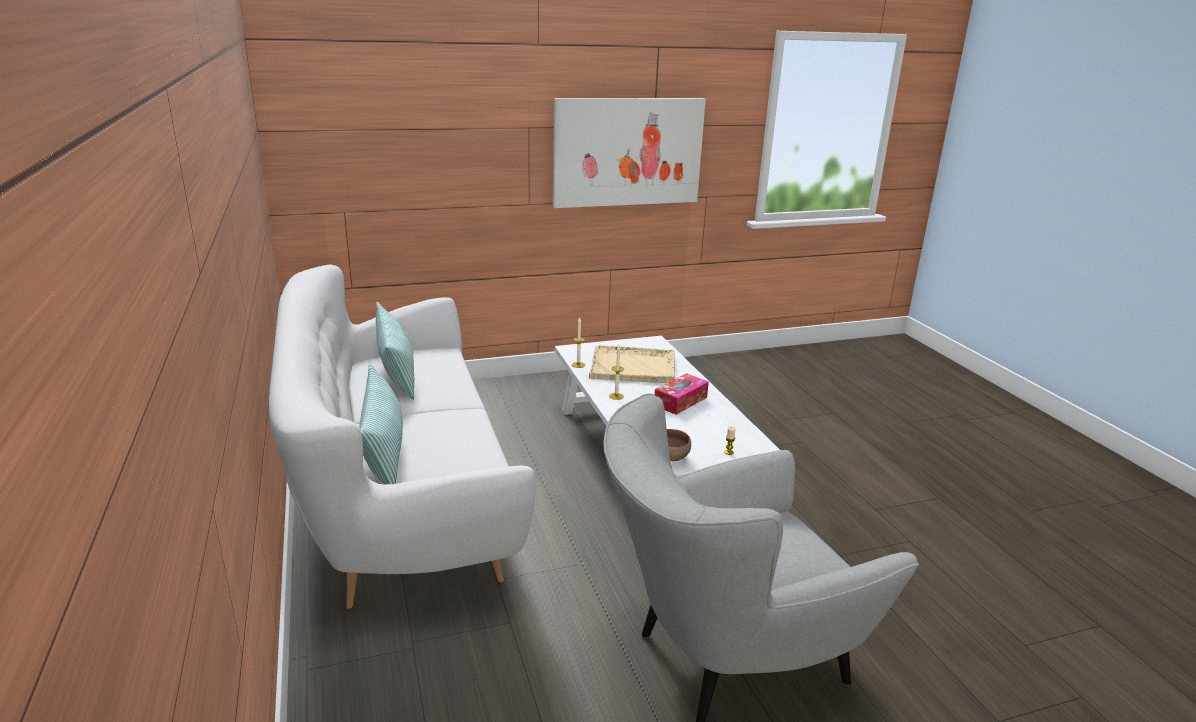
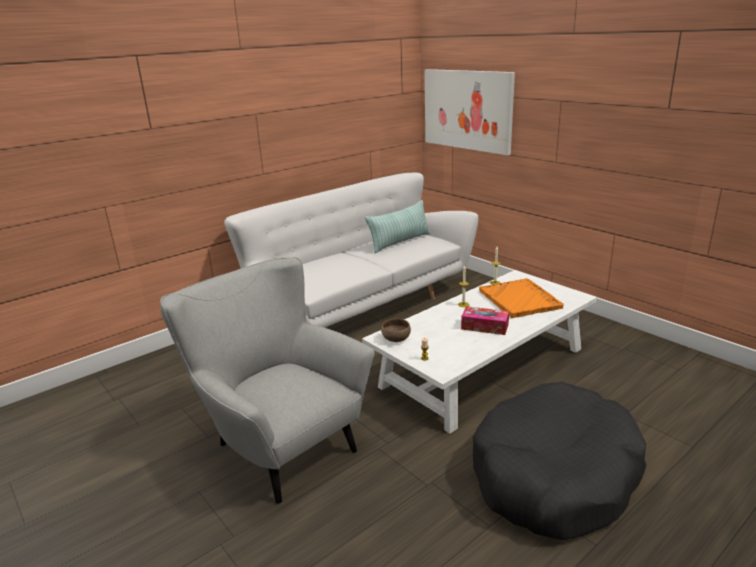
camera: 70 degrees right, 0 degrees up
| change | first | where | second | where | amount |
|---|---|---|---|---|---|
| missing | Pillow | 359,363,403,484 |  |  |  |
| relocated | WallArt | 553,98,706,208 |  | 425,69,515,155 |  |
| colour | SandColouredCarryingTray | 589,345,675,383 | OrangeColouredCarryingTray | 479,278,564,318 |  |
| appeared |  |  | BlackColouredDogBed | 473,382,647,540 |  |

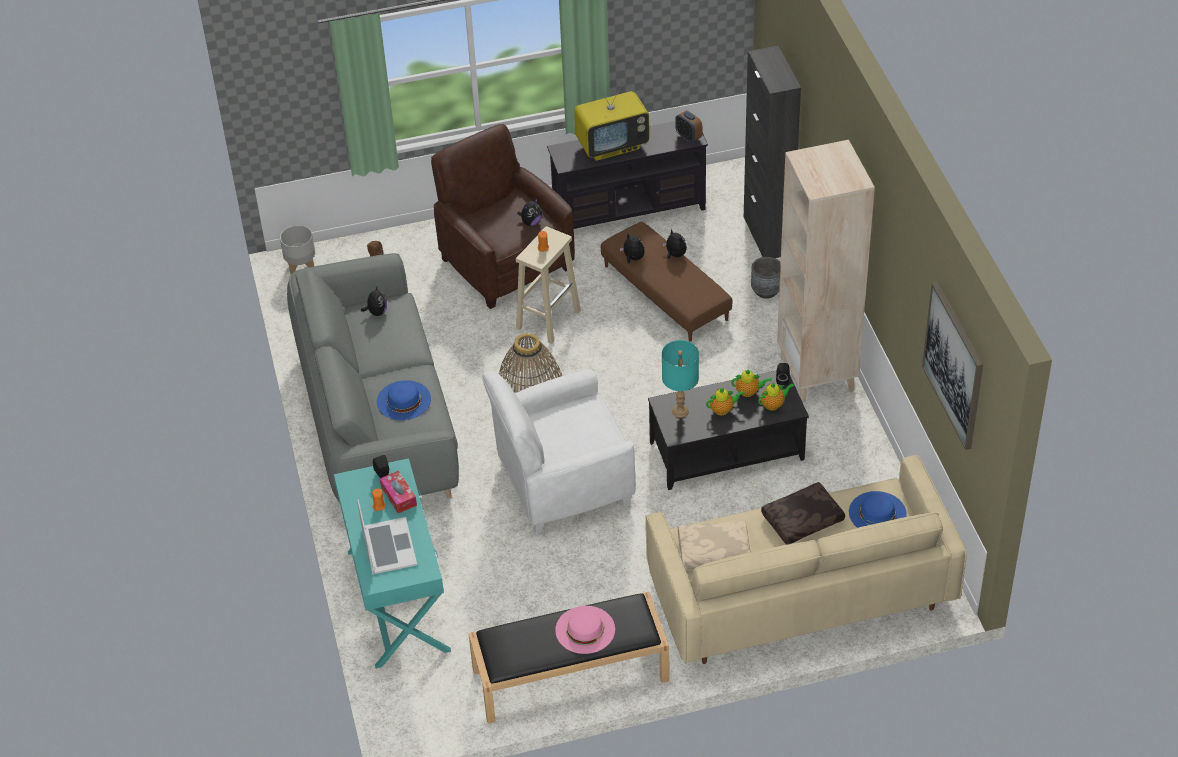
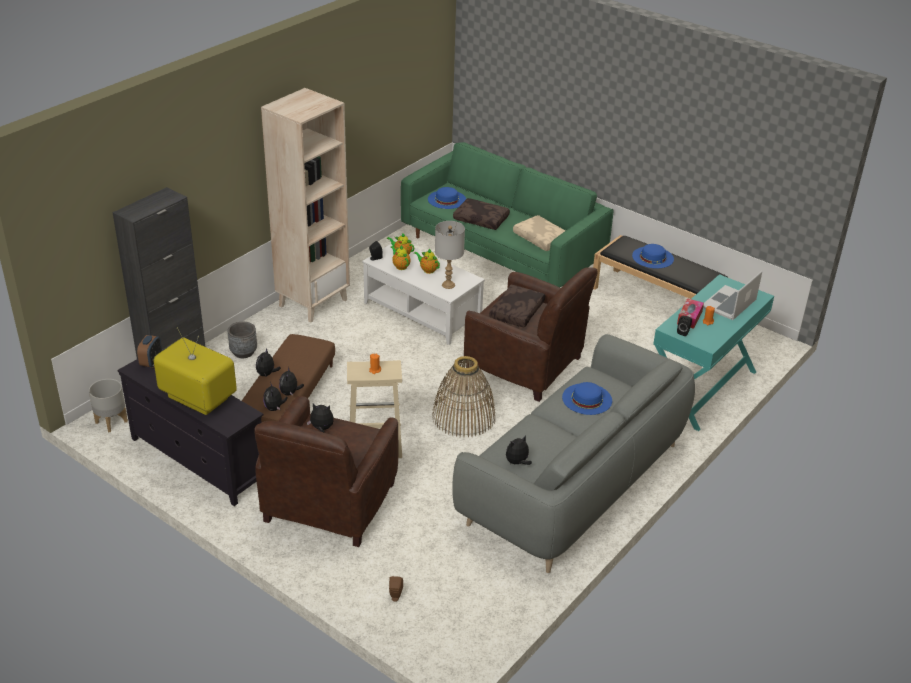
camera: 130 degrees left, 10 degrees down
| change | first | where | second | where | amount |
|---|---|---|---|---|---|
| relocated | GreyPlantPot | 280,225,315,274 |  | 89,379,128,432 |  |
| colour | WhiteColouredLoungeChair | 482,370,635,534 | BrownLoungeChair | 464,267,598,402 |  |
| colour | PinkColouredHat | 555,606,615,654 | BluishHat | 632,244,674,268 |  |
| colour | SandColouredSettee | 645,455,967,664 | GreenColouredSettee | 401,142,614,287 |  |
| colour | BlackColouredLoungeTable | 648,370,809,490 | WhiteColouredLoungeTable | 362,240,485,345 |  |
| colour | TurquoiseColouredLampForATable | 662,340,699,418 | GreyLampForATable | 435,221,465,289 |  |
| missing | WallArt | 922,282,983,450 |  |  |  |
| appeared |  |  | SoftToy | 263,384,288,411 |  |
| appeared |  |  | BrownPillow | 489,285,545,327 |  |

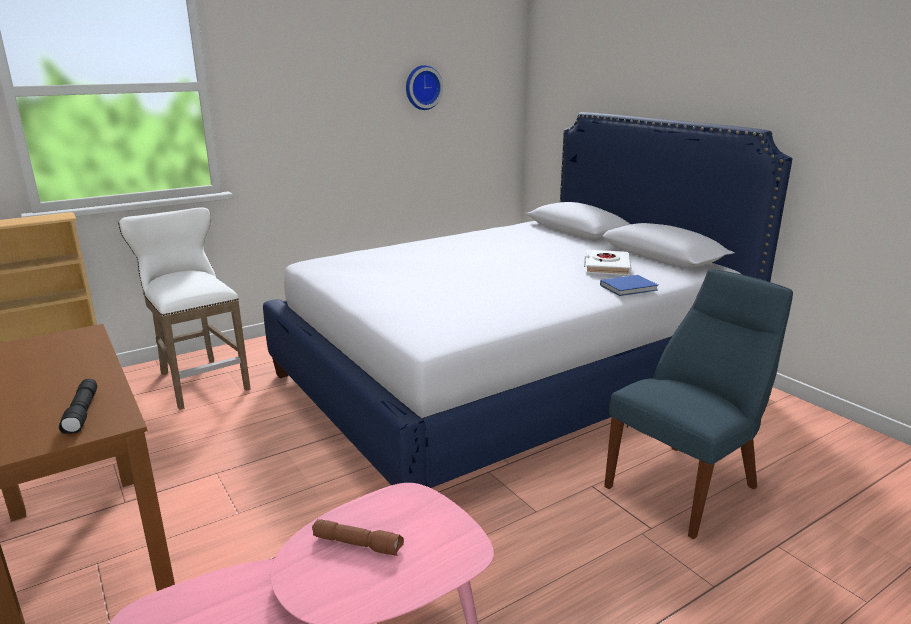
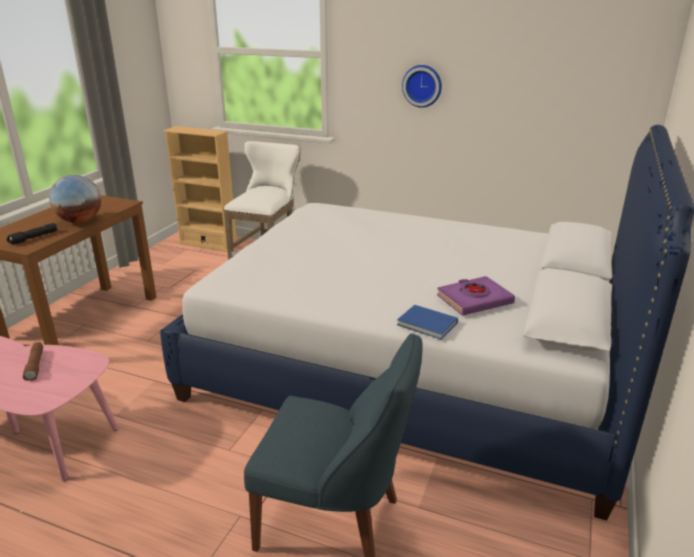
camera: 55 degrees right, 5 degrees up
| change | first | where | second | where | amount |
|---|---|---|---|---|---|
| relocated | ClockOnTheWall | 406,65,443,110 |  | 402,65,442,108 |  |
| colour | WhiteColouredBoundBook | 584,249,631,275 | PurpleBoundBook | 437,276,515,316 |  |
| appeared |  |  | Globe | 49,175,101,223 |  |

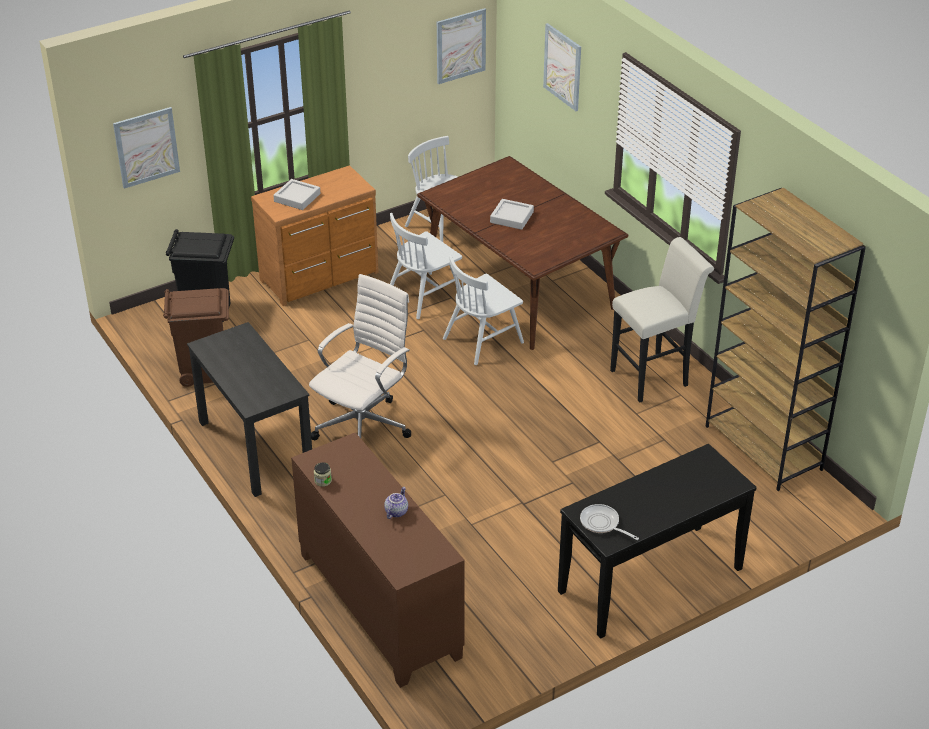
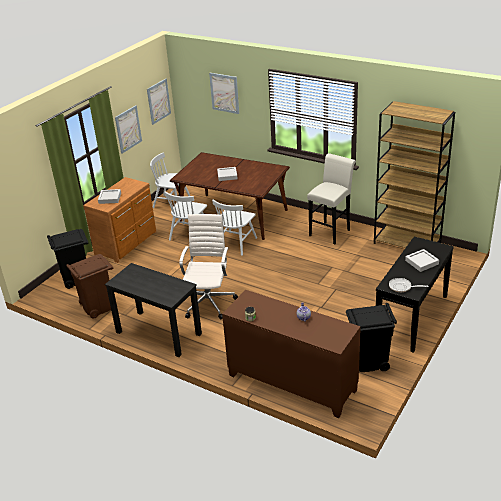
camera: 25 degrees left, 5 degrees down
| change | first | where | second | where | amount |
|---|---|---|---|---|---|
| relocated | WallArt | 113,107,180,189 |  | 115,105,142,154 |  |
| appeared |  |  | BlackColouredWasteBin | 346,303,397,372 |  |
| appeared |  |  | GreyCarryingTray | 405,249,439,272 |  |

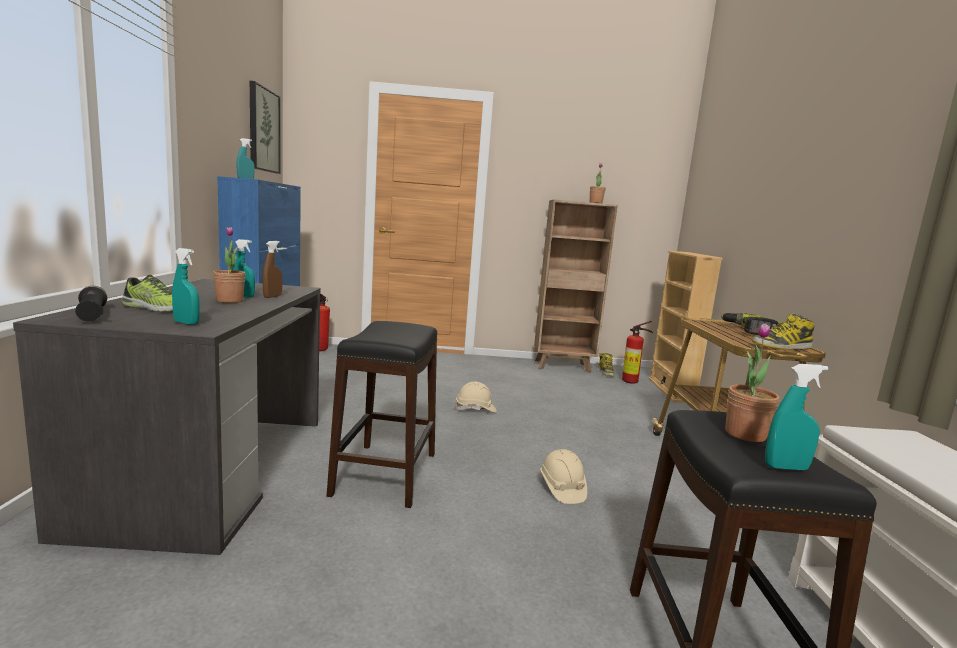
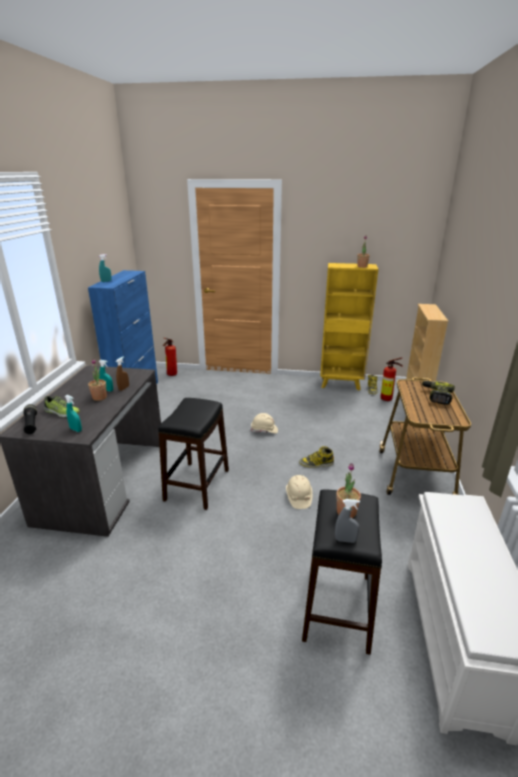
camera: 10 degrees right, 15 degrees up
| change | first | where | second | where | amount |
|---|---|---|---|---|---|
| missing | WallArt | 250,81,280,174 |  |  |  |
| colour | BrownBookcase | 534,200,618,373 | YellowBookcase | 320,263,378,390 |  |
| relocated | Boot | 752,313,814,349 |  | 299,446,334,468 |  |
| colour | TurquoiseColouredHandSprayer | 765,364,828,470 | GreyHandSprayer | 335,499,360,543 |  |

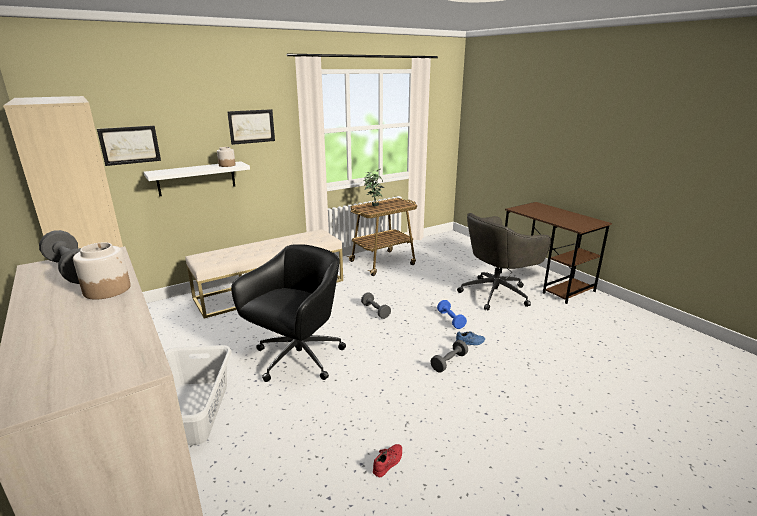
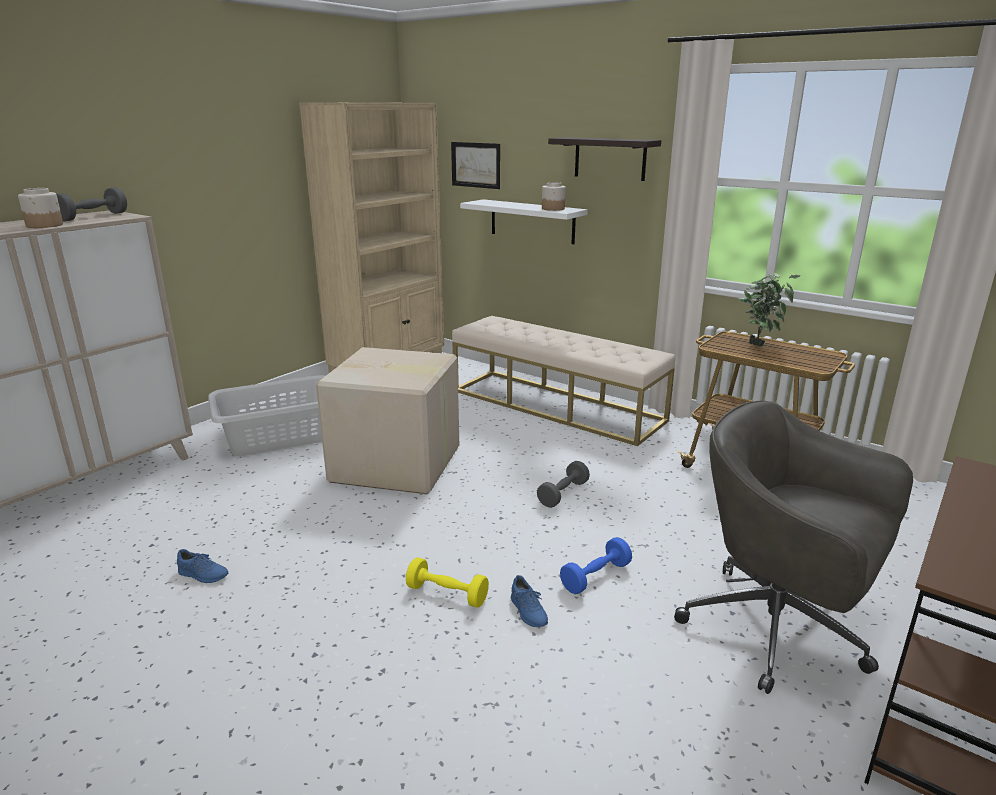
camera: 70 degrees right, 0 degrees up
| change | first | where | second | where | amount |
|---|---|---|---|---|---|
| exchanged | WallArt | 227,109,275,145 | WallShelf | 548,137,661,181 |  |
| exchanged | BlackColouredOfficeChair | 231,244,346,382 | CardboardBox | 316,347,459,494 |  |
| colour | RedLowShoe | 373,444,402,477 | BluishLowShoe | 177,549,228,583 |  |
| colour | GreyDumbbell | 430,340,468,373 | YellowDumbbell | 406,557,489,608 |  |

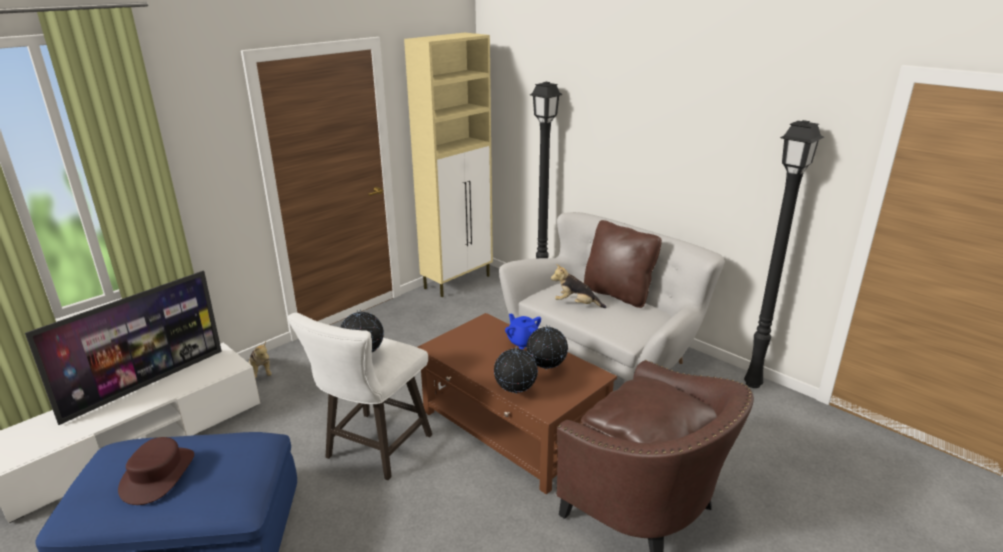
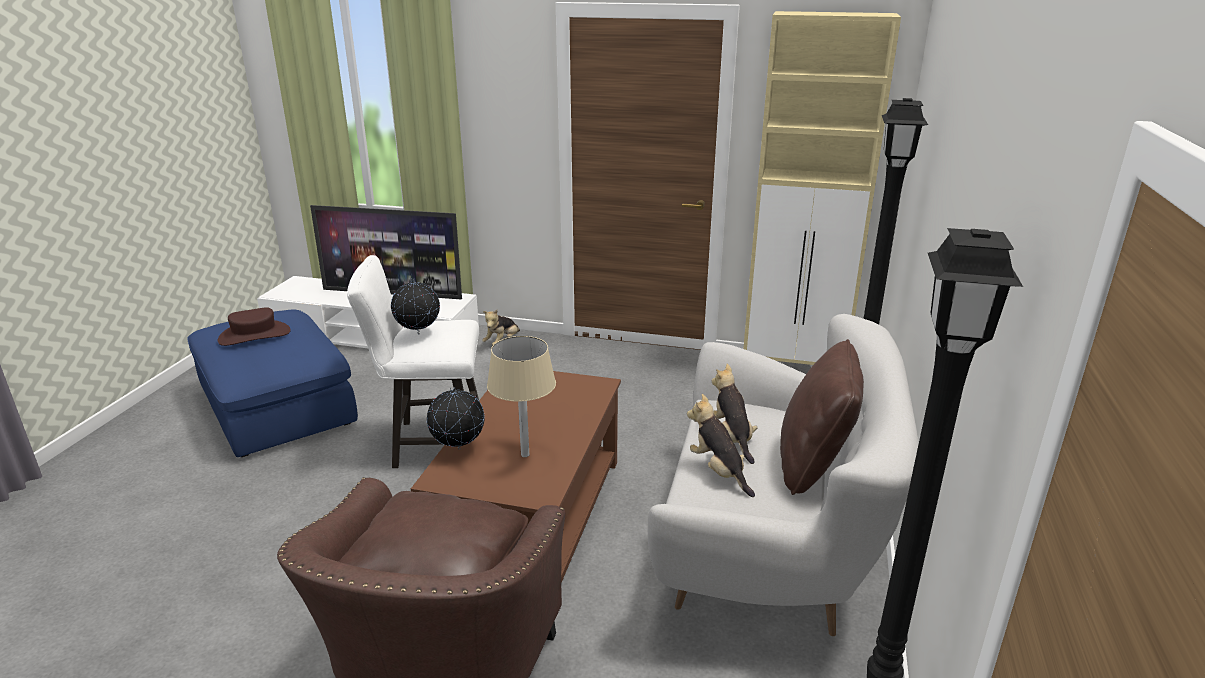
camera: 60 degrees right, 0 degrees up
| change | first | where | second | where | amount |
|---|---|---|---|---|---|
| missing | BluishPotForTea | 505,313,541,349 |  |  |  |
| exchanged | Globe | 526,325,568,370 | SandColouredLampForATable | 487,336,556,457 |  |
| appeared |  |  | SoftToy | 687,394,755,497 |  |

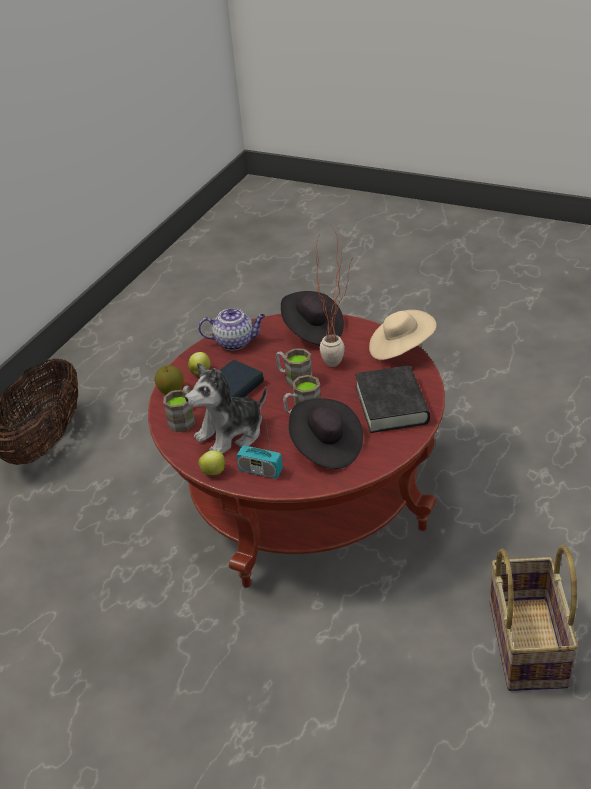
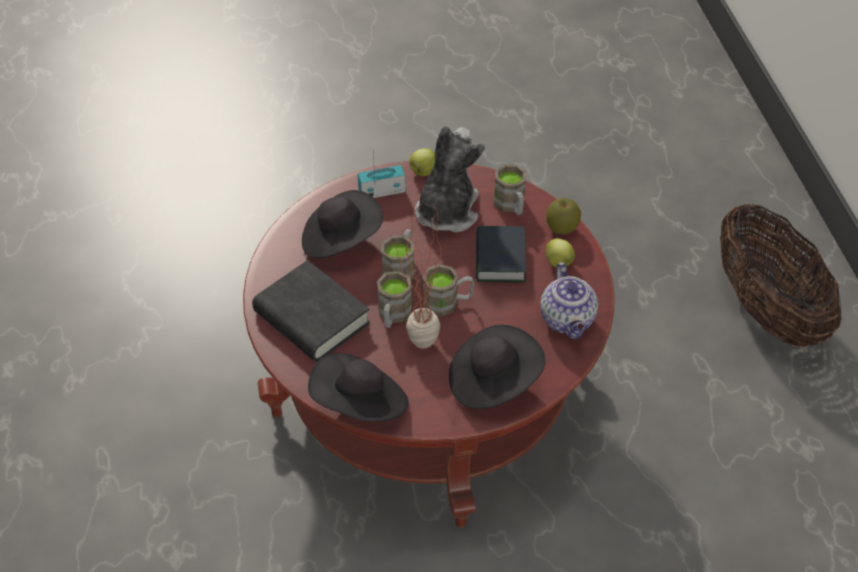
camera: 140 degrees right, 10 degrees up
| change | first | where | second | where | amount |
|---|---|---|---|---|---|
| spun | PotForTea | 198,308,265,350 |  | 540,262,598,339 | 60 degrees counterclockwise |
| colour | SandColouredHat | 369,310,437,360 | BlackColouredHat | 308,353,409,422 |  |
| missing | Basket | 490,545,578,691 |  |  |  |
| appeared |  |  | BrownMug | 377,271,412,328 |  |

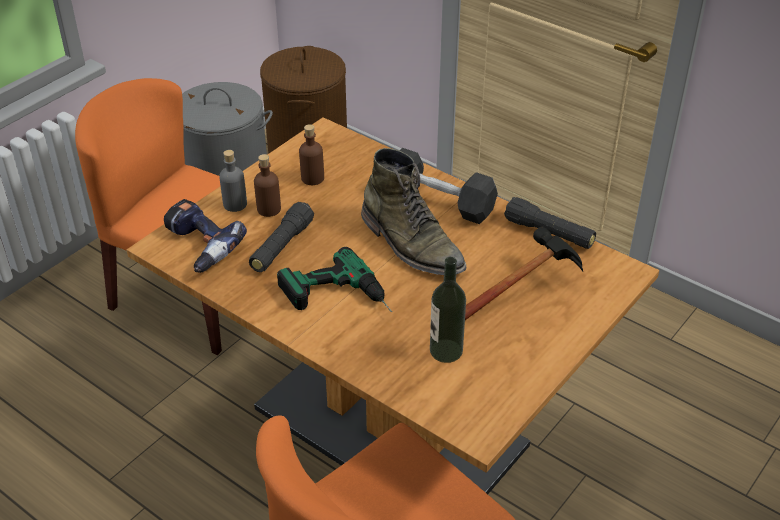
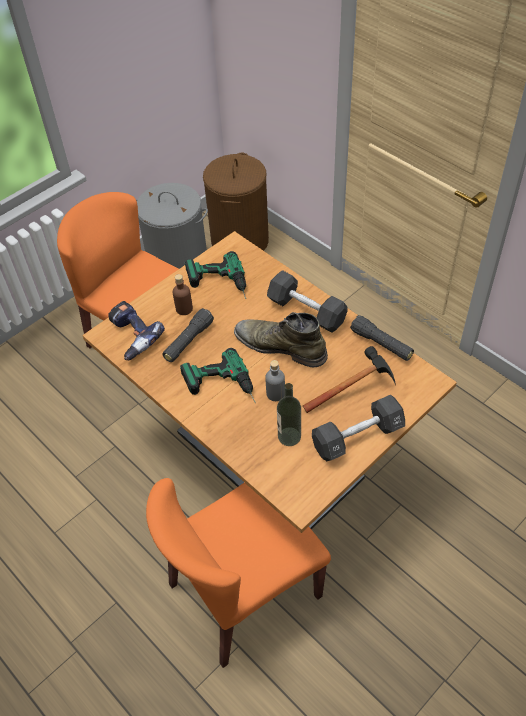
camera: 10 degrees right, 10 degrees up
| change | first | where | second | where | amount |
|---|---|---|---|---|---|
| relocated | GreyDrinkBottle | 219,150,247,212 |  | 265,360,285,401 |  |
| exchanged | BrownDrinkBottle | 299,124,324,185 | PowerDrill | 185,251,246,299 |  |
| spun | GreenColouredBoot | 361,148,466,275 |  | 234,312,328,367 | 150 degrees clockwise |
| appeared |  |  | BlackColouredDumbbell | 312,395,405,462 |  |

